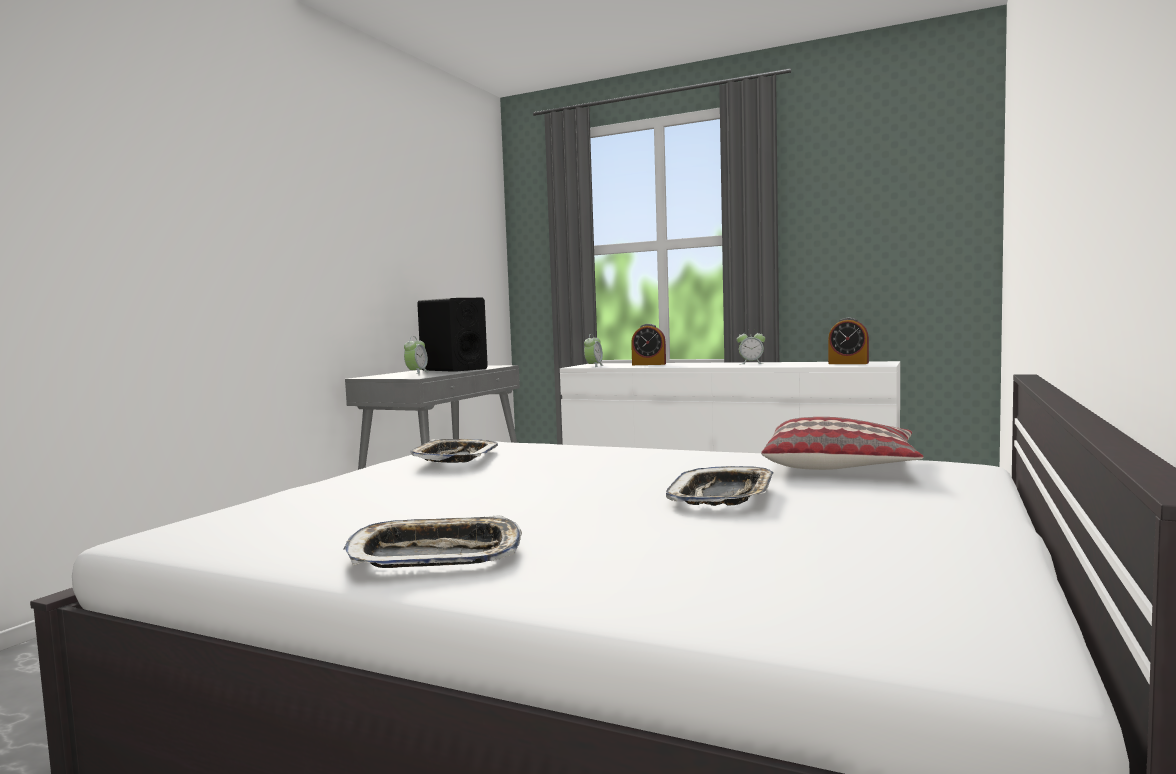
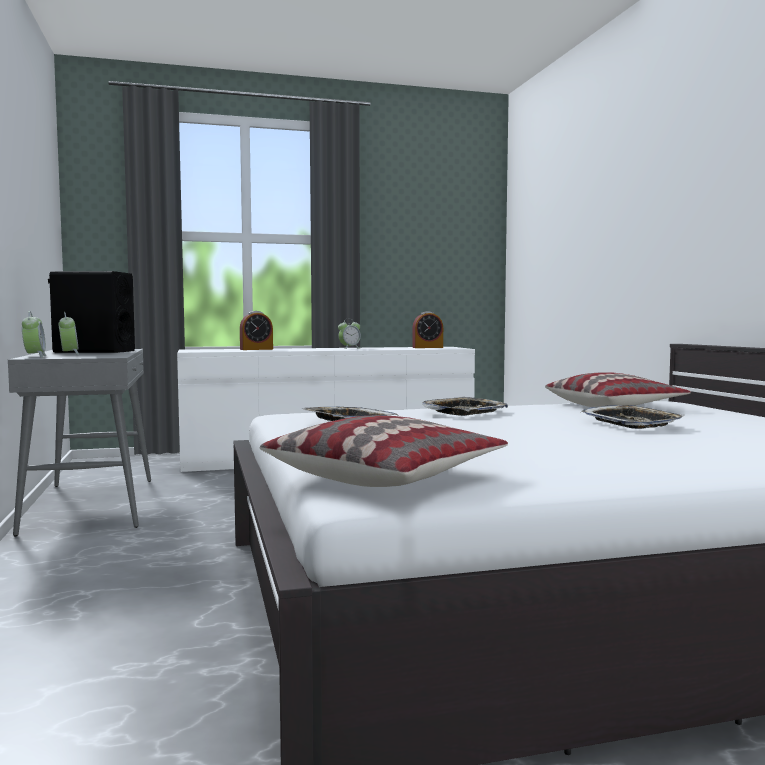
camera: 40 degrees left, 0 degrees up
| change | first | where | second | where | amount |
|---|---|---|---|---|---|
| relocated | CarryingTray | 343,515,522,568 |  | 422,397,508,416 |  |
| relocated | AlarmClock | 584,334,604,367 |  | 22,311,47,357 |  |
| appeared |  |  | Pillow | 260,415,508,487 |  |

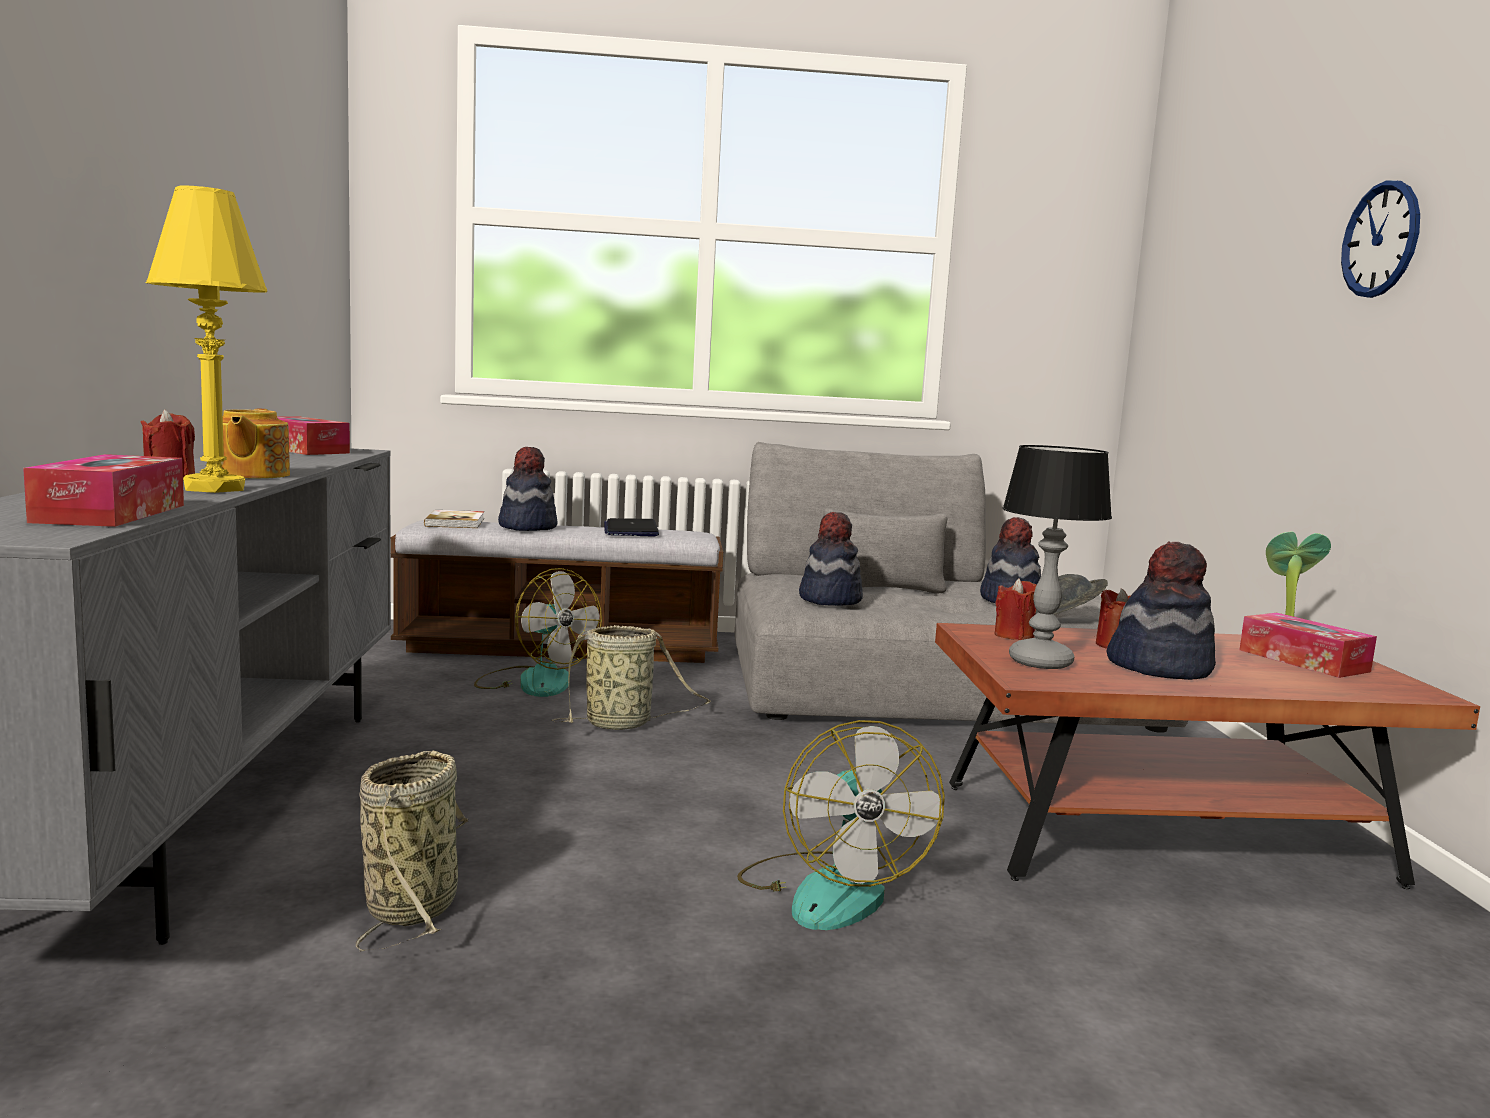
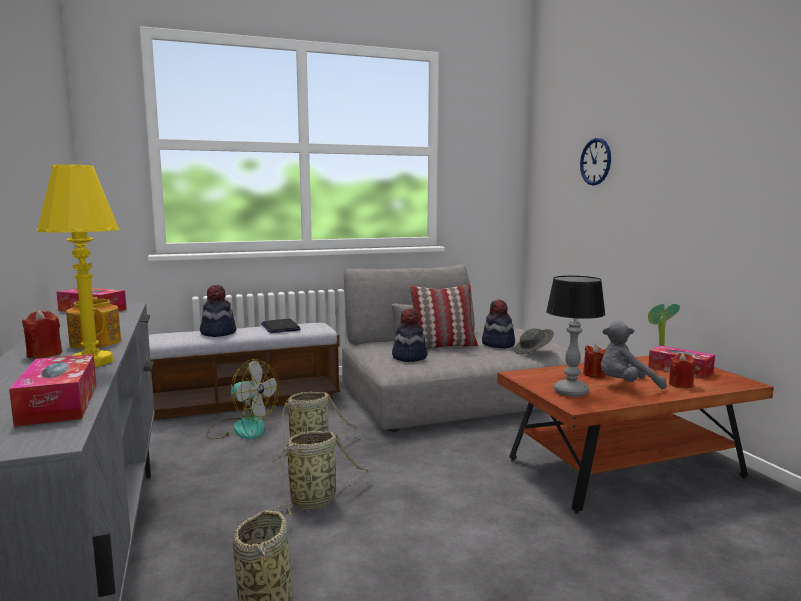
camera: 15 degrees left, 0 degrees up
| change | first | where | second | where | amount |
|---|---|---|---|---|---|
| missing | BoundBook | 424,510,484,528 |  |  |  |
| missing | Fan | 737,720,945,930 |  |  |  |
| relocated | RedWaxCandle | 995,578,1036,640 |  | 669,353,696,388 |  |
| exchanged | Hat | 1106,542,1216,680 | GreySoftToy | 600,321,667,389 |  |
| relocated | ClockOnTheWall | 1341,181,1420,298 |  | 580,138,611,185 |  |
| appeared |  |  | Basket | 269,431,370,515 |  |
| appeared |  |  | Pillow | 409,284,478,349 |  |

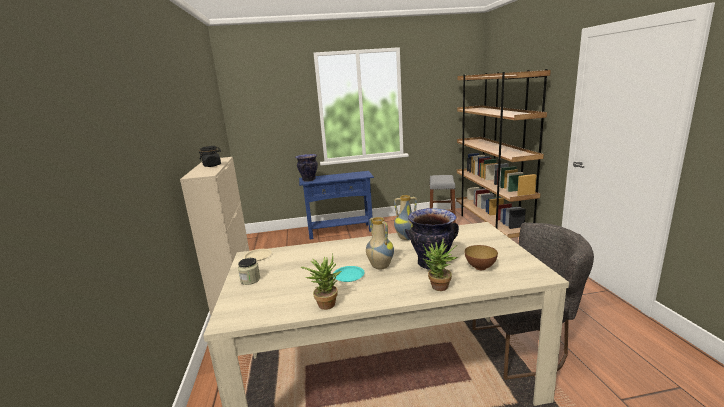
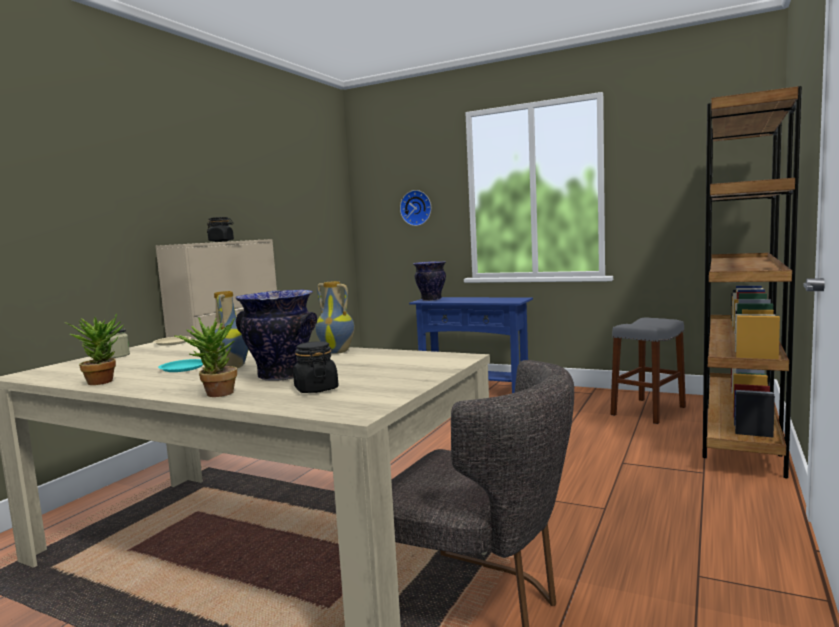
camera: 35 degrees right, 10 degrees down
| change | first | where | second | where | amount |
|---|---|---|---|---|---|
| exchanged | Bowl | 465,245,498,270 | BlackColouredPreserveJar | 293,341,339,393 |  |
| appeared |  |  | ClockOnTheWall | 400,190,431,226 |  |

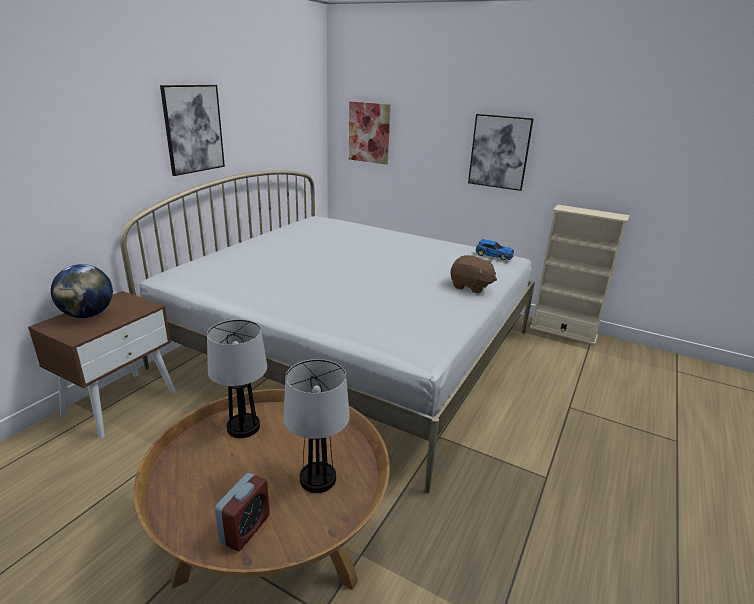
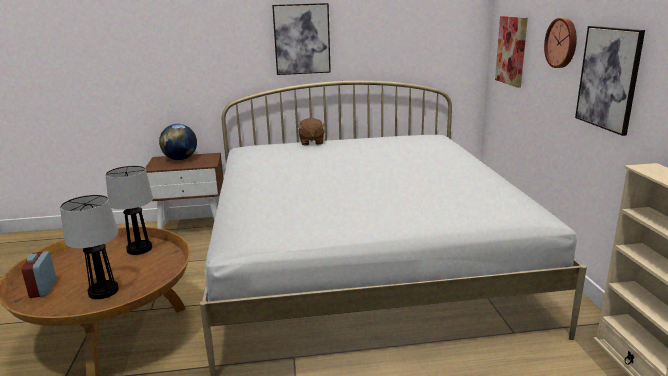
camera: 55 degrees right, 5 degrees down
| change | first | where | second | where | amount |
|---|---|---|---|---|---|
| spun | AlarmClock | 215,473,270,552 |  | 21,251,56,298 | 90 degrees clockwise |
| relocated | BrownSoftToy | 450,255,497,294 |  | 298,118,325,145 |  |
| missing | ModelCar | 476,239,514,260 |  |  |  |
| appeared |  |  | ClockOnTheWall | 544,18,577,68 |  |

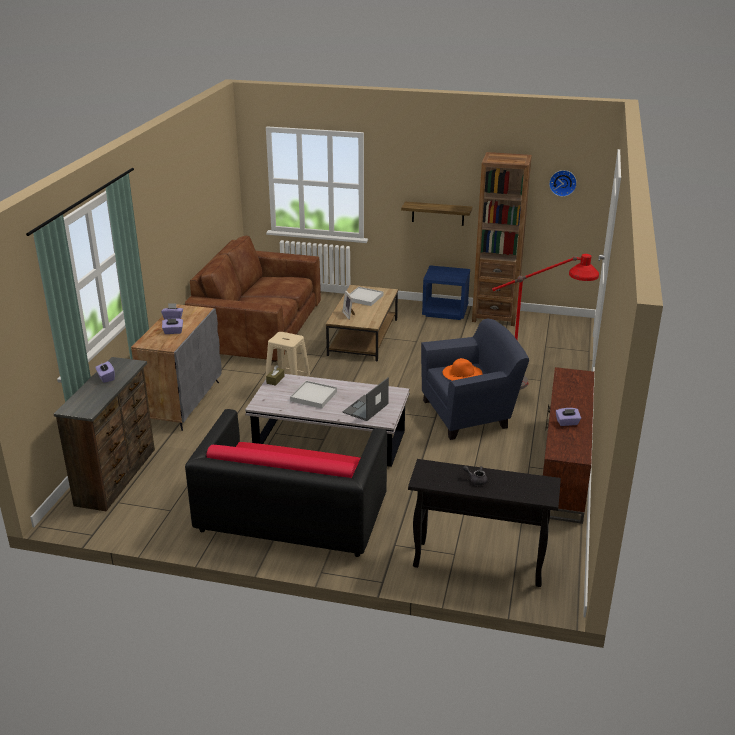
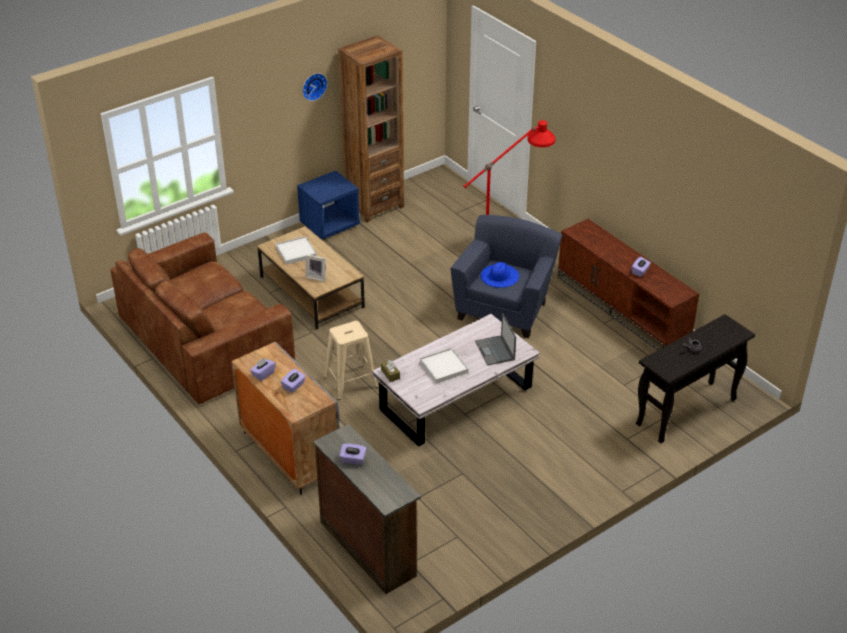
camera: 50 degrees left, 10 degrees up
| change | first | where | second | where | amount |
|---|---|---|---|---|---|
| missing | Settee | 185,409,387,557 |  |  |  |
| missing | WallShelf | 401,202,472,226 |  |  |  |
| colour | OrangeColouredHat | 443,358,483,381 | BluishHat | 481,262,519,288 |  |
| relocated | ClockOnTheWall | 549,170,577,197 |  | 303,73,327,101 |  |

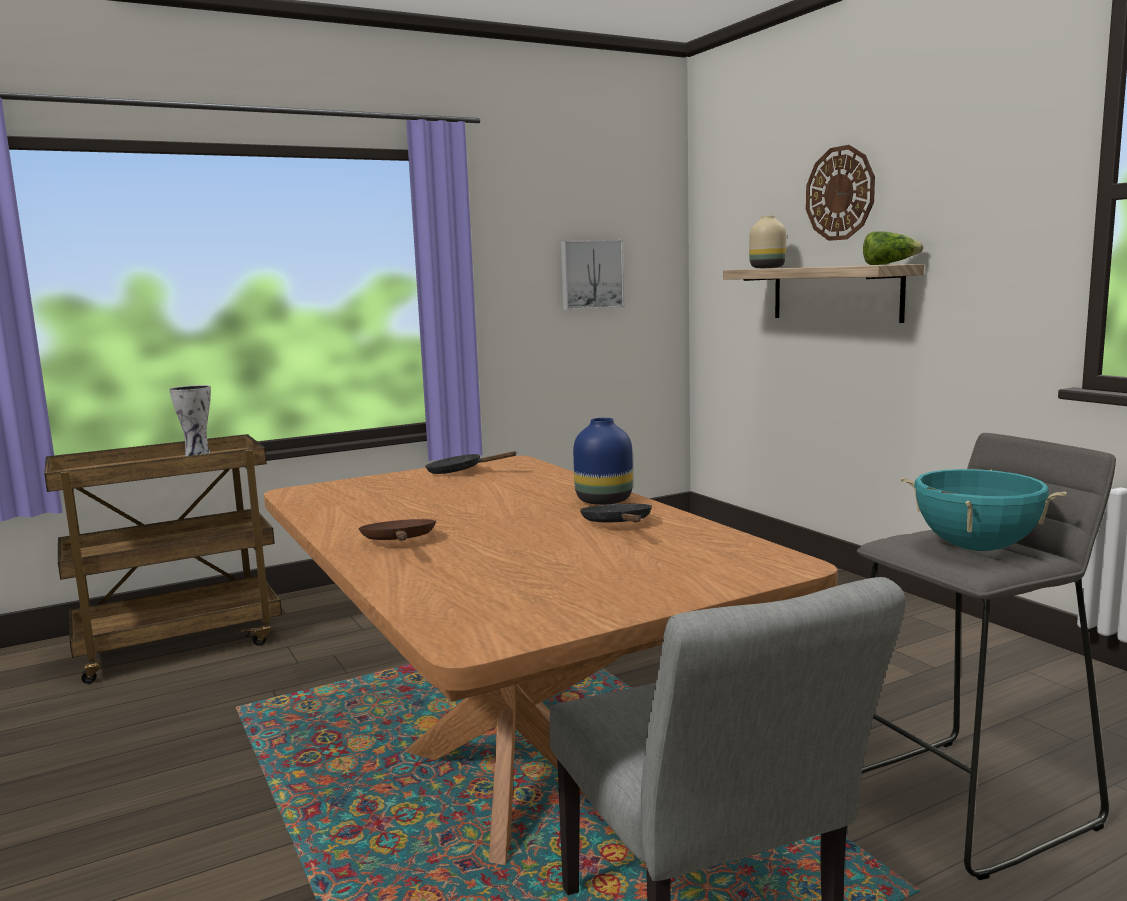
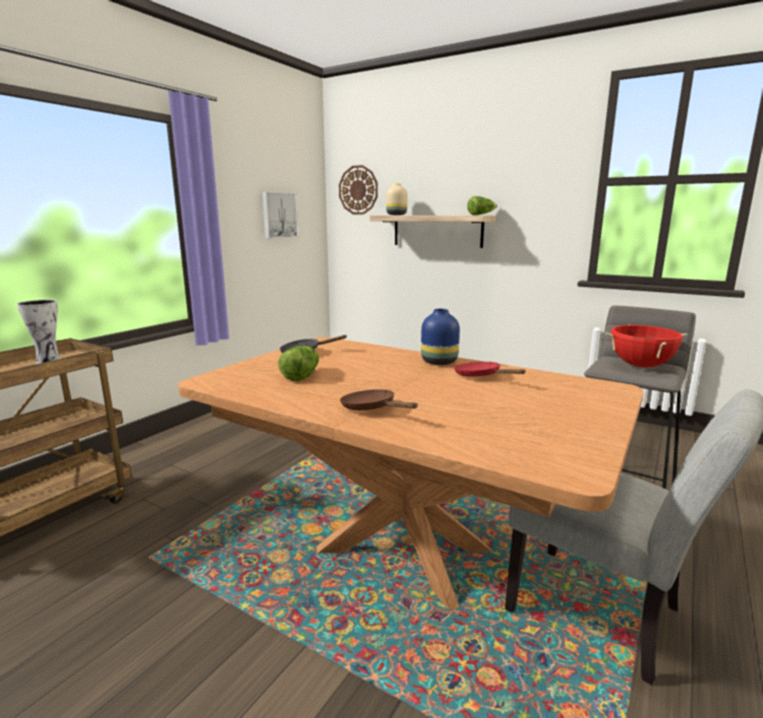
camera: 30 degrees left, 5 degrees up
| change | first | where | second | where | amount |
|---|---|---|---|---|---|
| colour | BlackColouredSkillet | 580,504,652,522 | RedSkillet | 454,362,526,377 |  |
| relocated | ClockOnTheWall | 806,145,875,241 |  | 339,165,378,215 |  |
| colour | TurquoiseColouredCookingPot | 901,469,1067,551 | RedCookingPot | 605,325,687,368 |  |
| appeared |  |  | HeadOfLettuce | 278,346,319,381 |  |

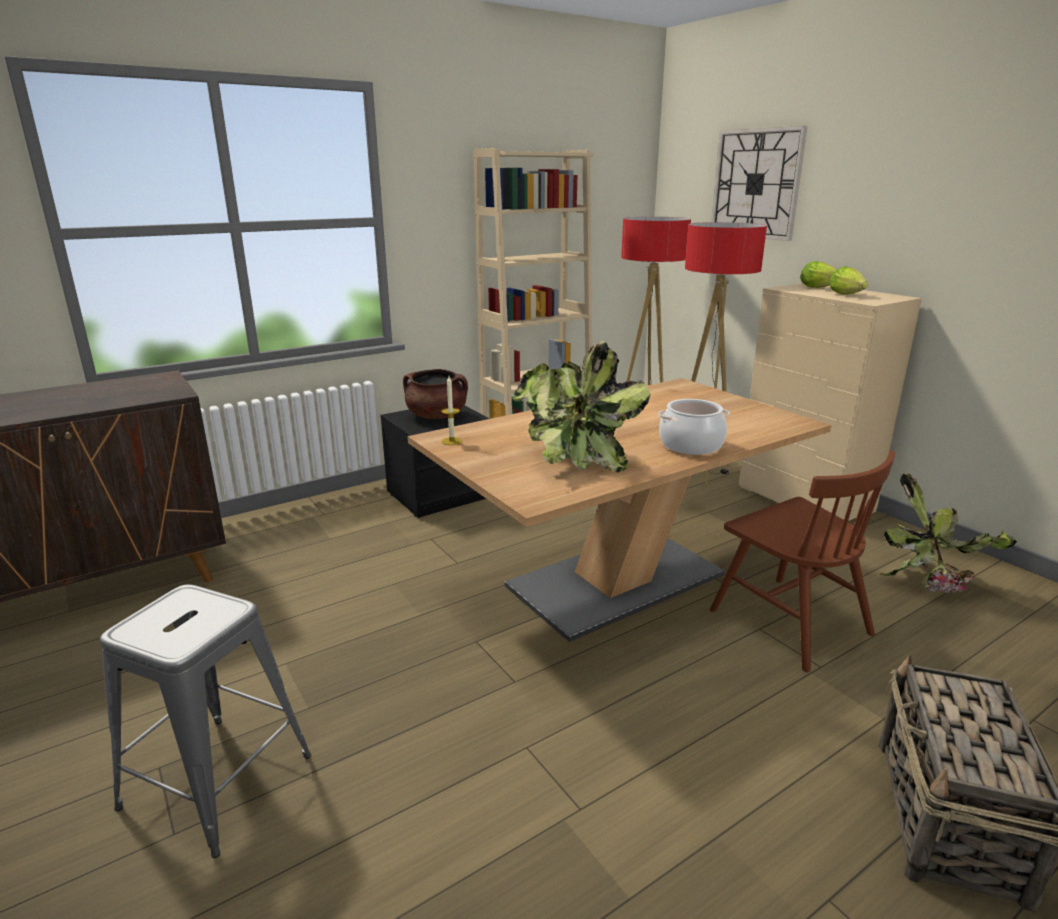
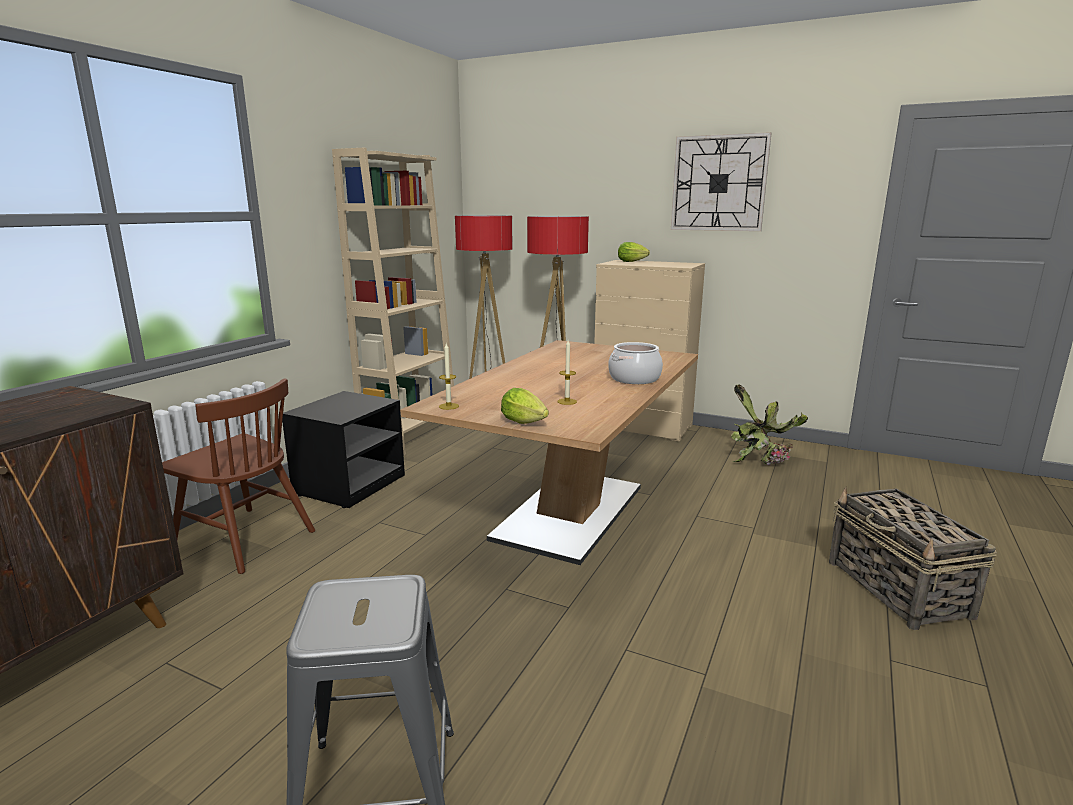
camera: 30 degrees left, 5 degrees down
| change | first | where | second | where | amount |
|---|---|---|---|---|---|
| missing | BrownCookingPot | 403,369,468,419 |  |  |  |
| exchanged | Houseplant | 512,341,651,472 | WaxCandle | 557,340,577,405 |  |
| relocated | BrownPlainChair | 710,450,895,672 |  | 162,378,315,574 |  |
| relocated | ClockOnTheWall | 711,126,807,241 |  | 671,132,772,231 |  |
| relocated | HeadOfLettuce | 829,267,868,295 |  | 501,388,549,424 |  |

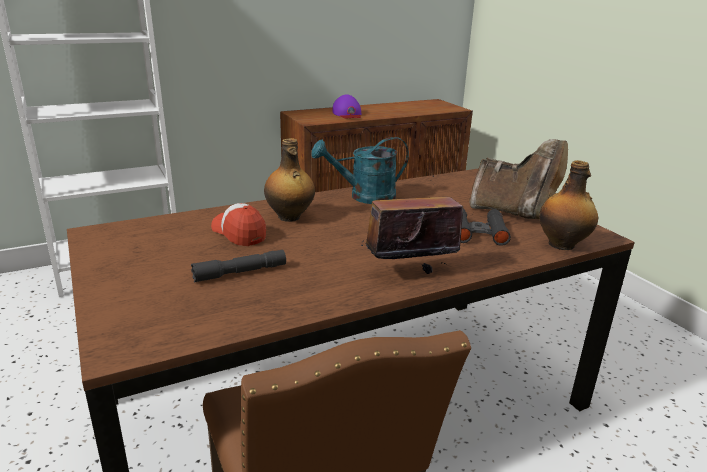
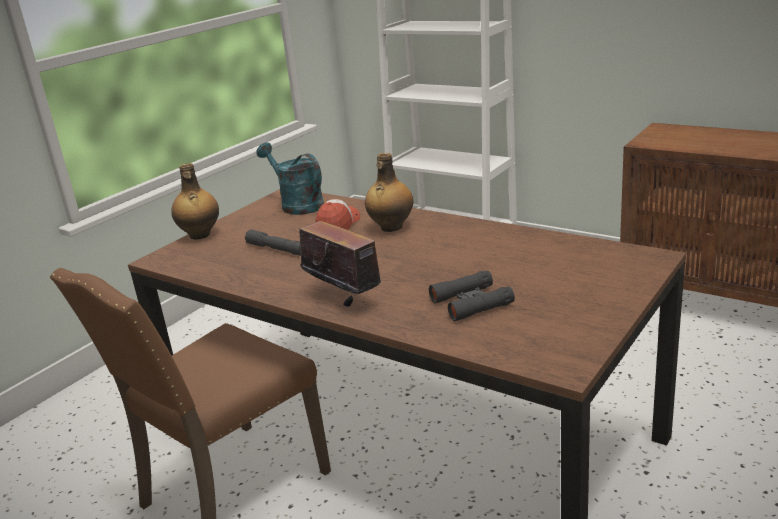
camera: 65 degrees right, 0 degrees up
| change | first | where | second | where | amount |
|---|---|---|---|---|---|
| relocated | TurquoiseColouredWateringPot | 312,137,409,204 |  | 256,142,324,215 |  |
| missing | PurplePeakedCap | 332,94,361,118 |  |  |  |
| missing | BrownBoot | 469,139,568,219 |  |  |  |
| relocated | DrinkBottle | 539,160,598,250 |  | 171,163,219,239 |  |

